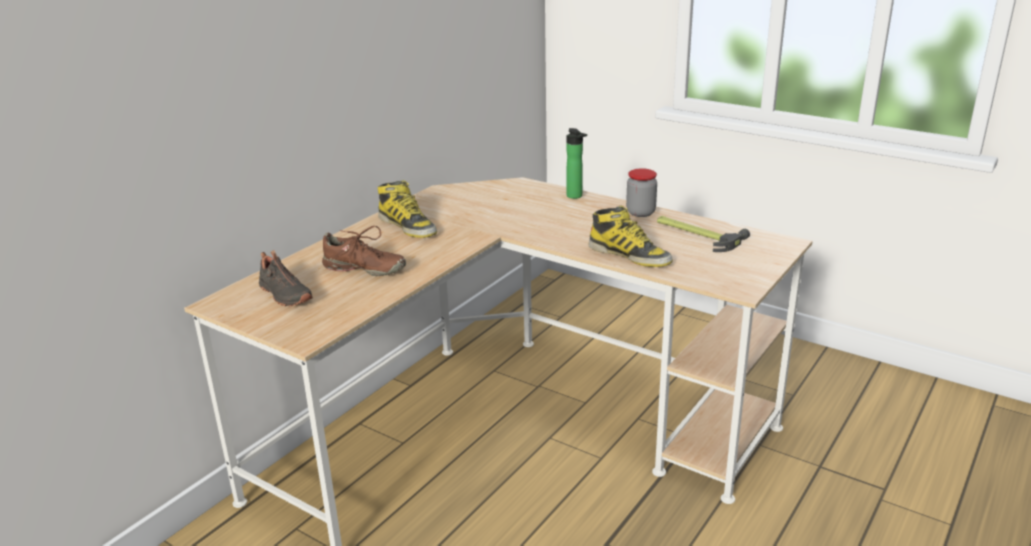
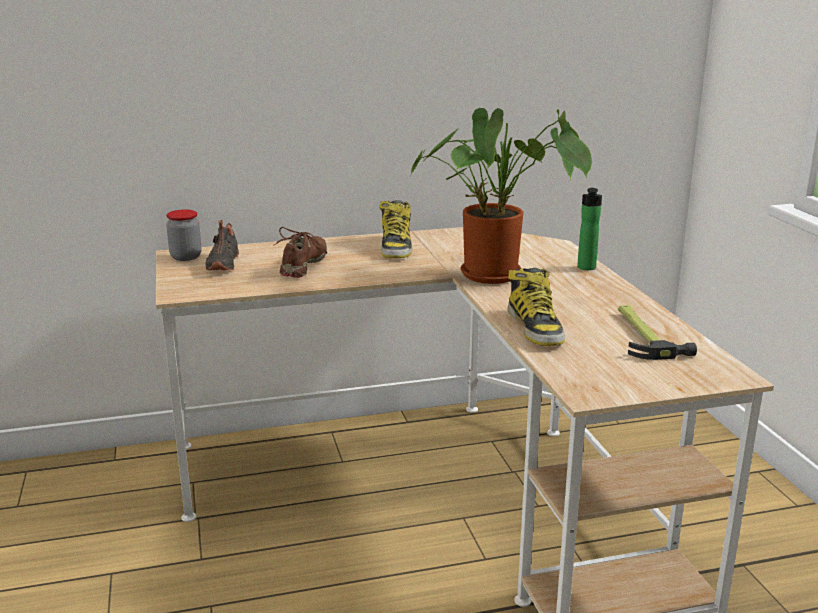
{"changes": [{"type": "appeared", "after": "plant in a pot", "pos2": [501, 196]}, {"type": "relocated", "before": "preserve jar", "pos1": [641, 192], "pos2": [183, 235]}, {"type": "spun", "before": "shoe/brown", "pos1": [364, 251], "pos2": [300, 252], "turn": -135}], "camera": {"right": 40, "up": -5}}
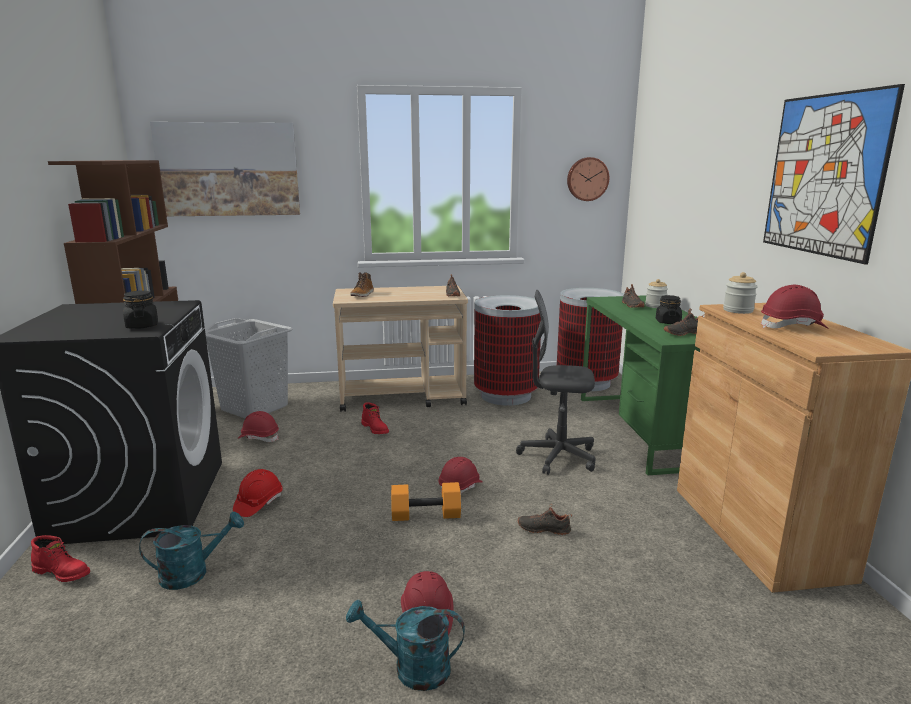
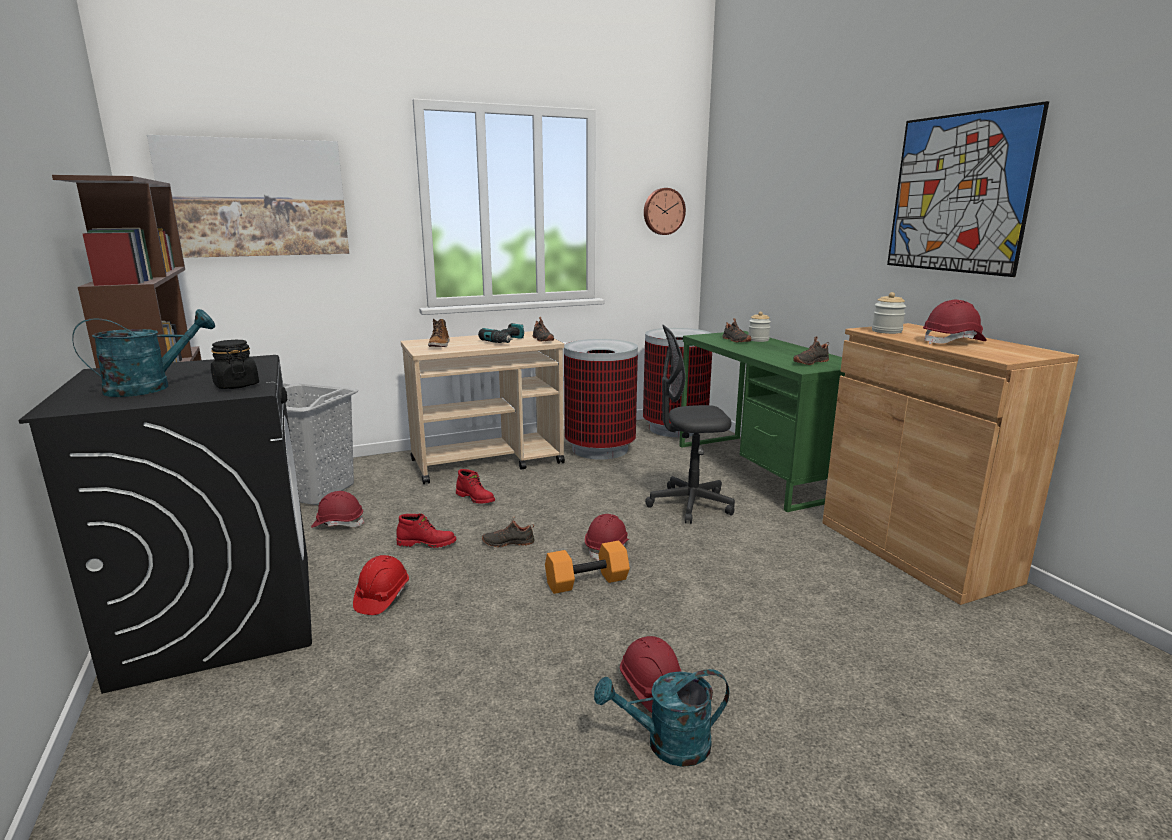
{"changes": [{"type": "missing", "before": "preserve jar/black", "pos1": [669, 309]}, {"type": "appeared", "after": "electric drill", "pos2": [501, 333]}, {"type": "relocated", "before": "high-top boot/red", "pos1": [60, 558], "pos2": [426, 531]}, {"type": "relocated", "before": "watering pot/turquoise-coloured", "pos1": [191, 551], "pos2": [143, 353]}, {"type": "relocated", "before": "shoe/black", "pos1": [545, 519], "pos2": [508, 532]}], "camera": {"right": -15, "up": 0}}
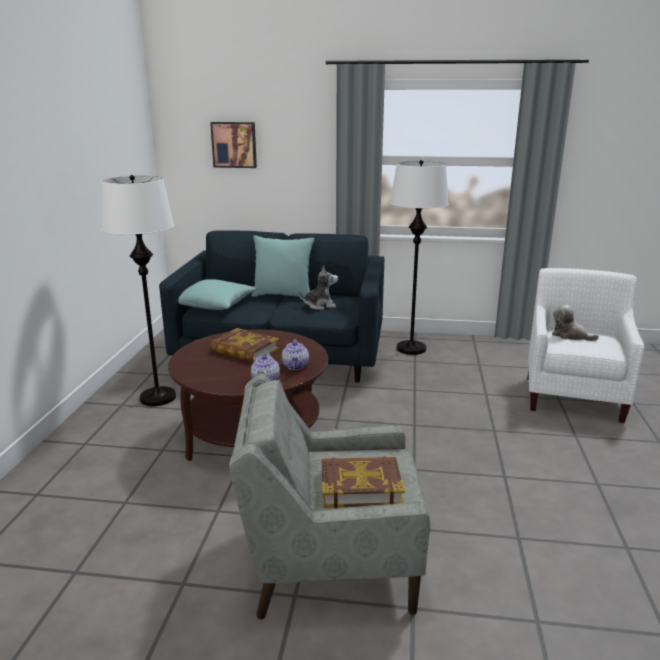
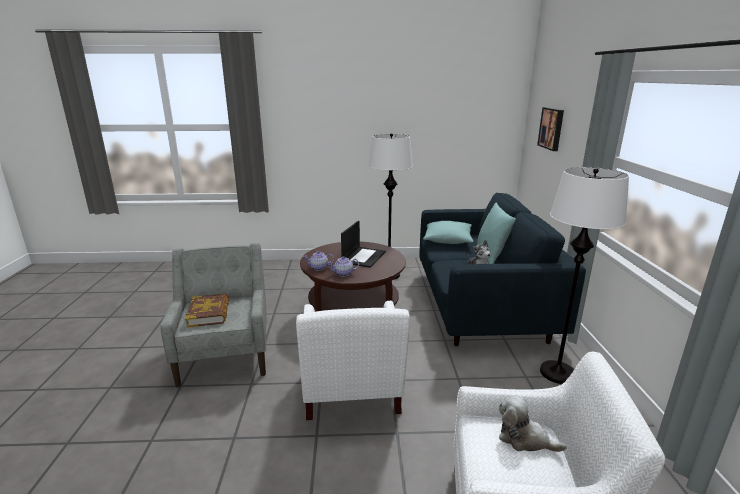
{"changes": [{"type": "appeared", "after": "easy chair/whitish", "pos2": [353, 360]}, {"type": "exchanged", "before": "book", "after": "portable computer", "pos1": [244, 345], "pos2": [363, 244]}, {"type": "spun", "before": "plush toy", "pos1": [575, 323], "pos2": [533, 423], "turn": -90}], "camera": {"right": 80, "up": 0}}
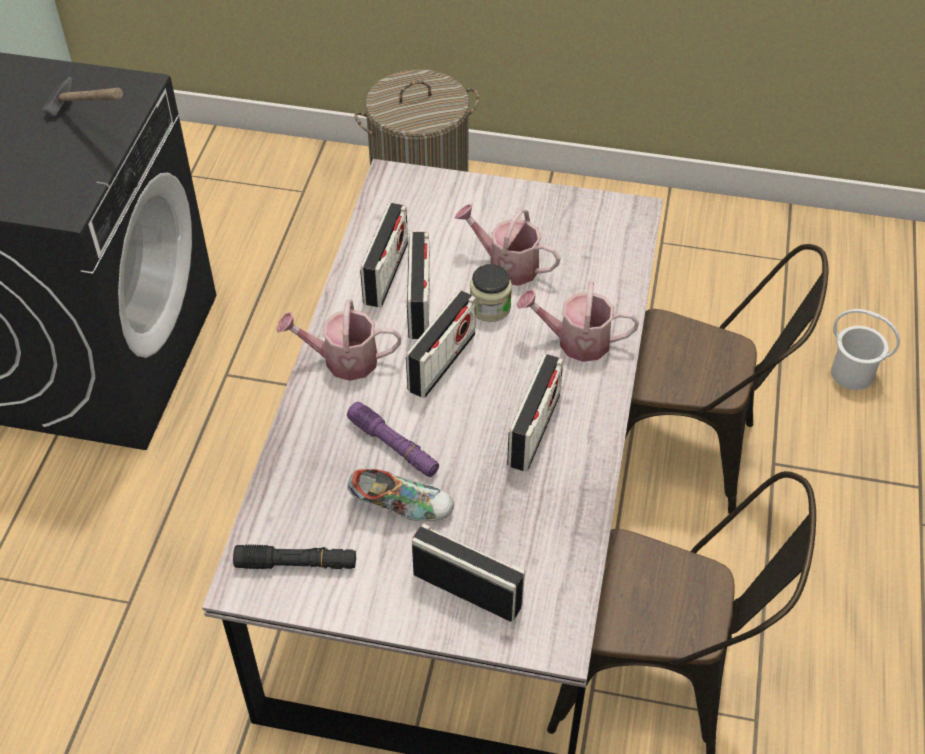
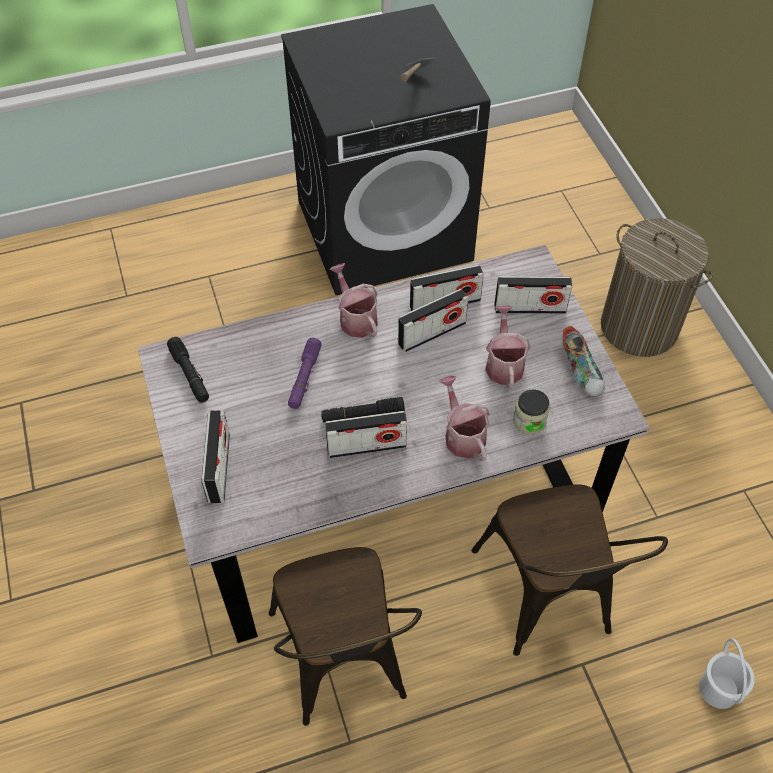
{"changes": [{"type": "appeared", "after": "hand torch/black", "pos2": [363, 410]}, {"type": "relocated", "before": "shoe", "pos1": [401, 494], "pos2": [583, 361]}, {"type": "relocated", "before": "radio set", "pos1": [441, 344], "pos2": [533, 295]}, {"type": "relocated", "before": "preserve jar", "pos1": [491, 293], "pos2": [531, 412]}], "camera": {"right": 60, "up": 5}}
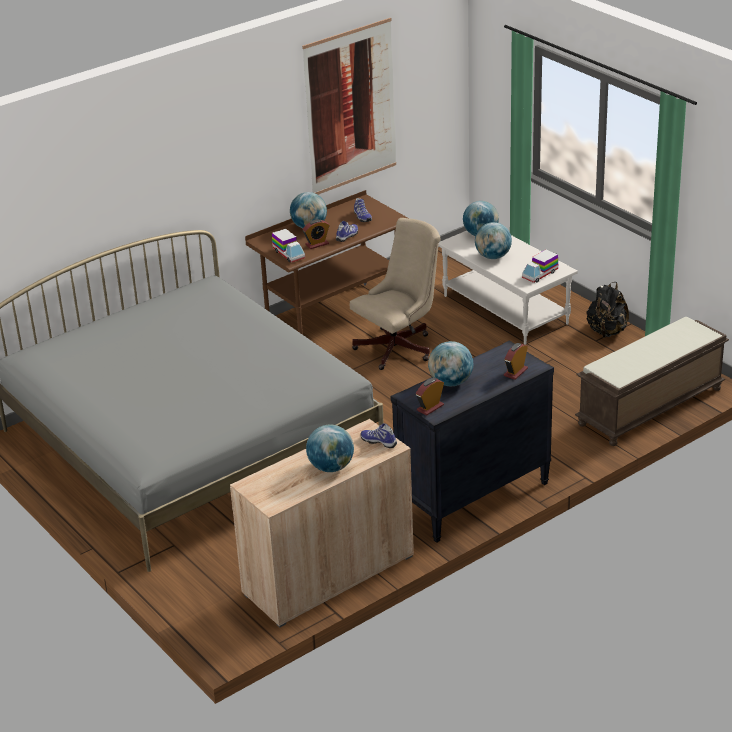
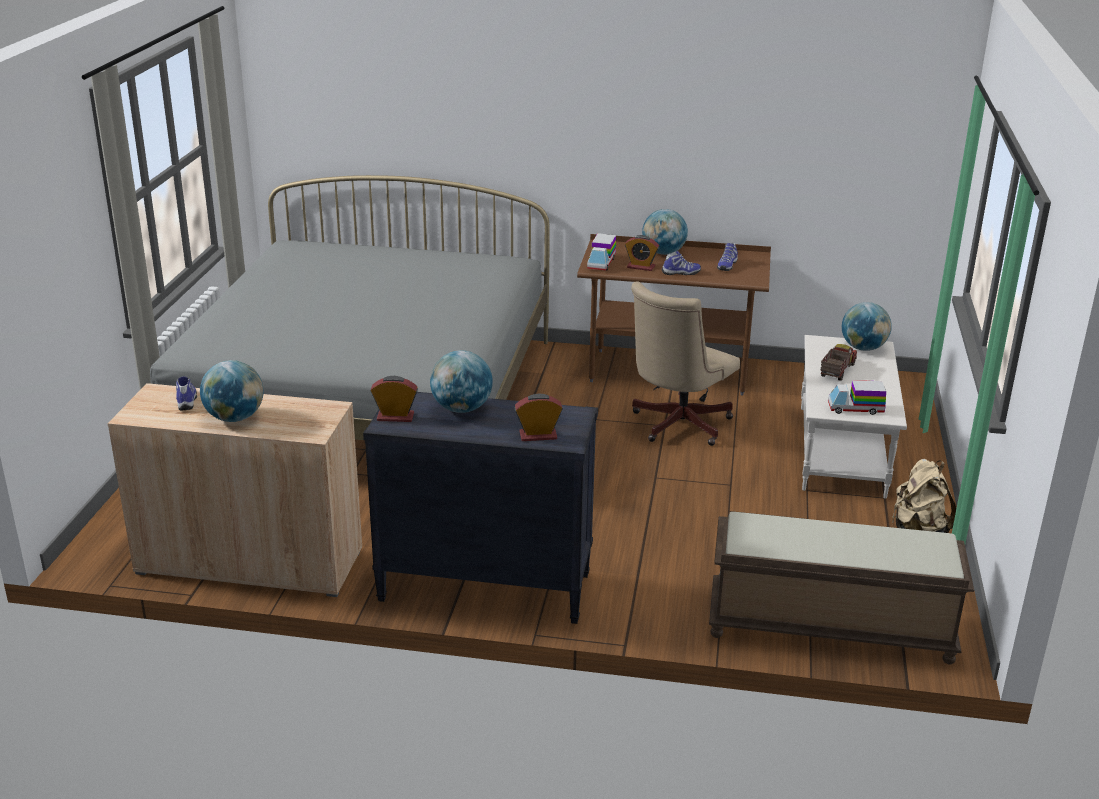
{"changes": [{"type": "missing", "before": "wall art", "pos1": [349, 106]}, {"type": "relocated", "before": "shoe", "pos1": [378, 435], "pos2": [186, 393]}, {"type": "exchanged", "before": "globe", "after": "toy lorry", "pos1": [493, 240], "pos2": [839, 362]}, {"type": "colour", "before": "knapsack/black", "after": "knapsack/sand-coloured", "pos1": [607, 310], "pos2": [924, 496]}, {"type": "spun", "before": "office chair/sand-coloured", "pos1": [395, 294], "pos2": [685, 363], "turn": 120}], "camera": {"right": 45, "up": -5}}
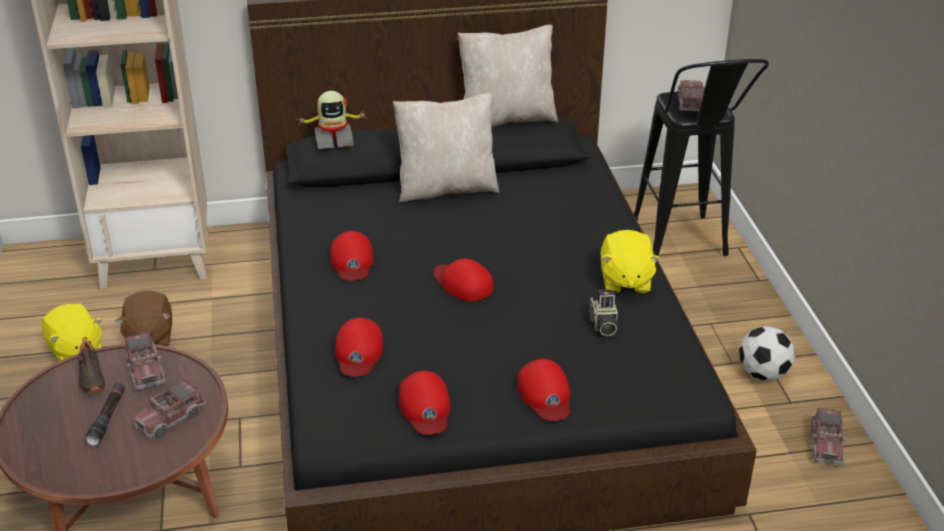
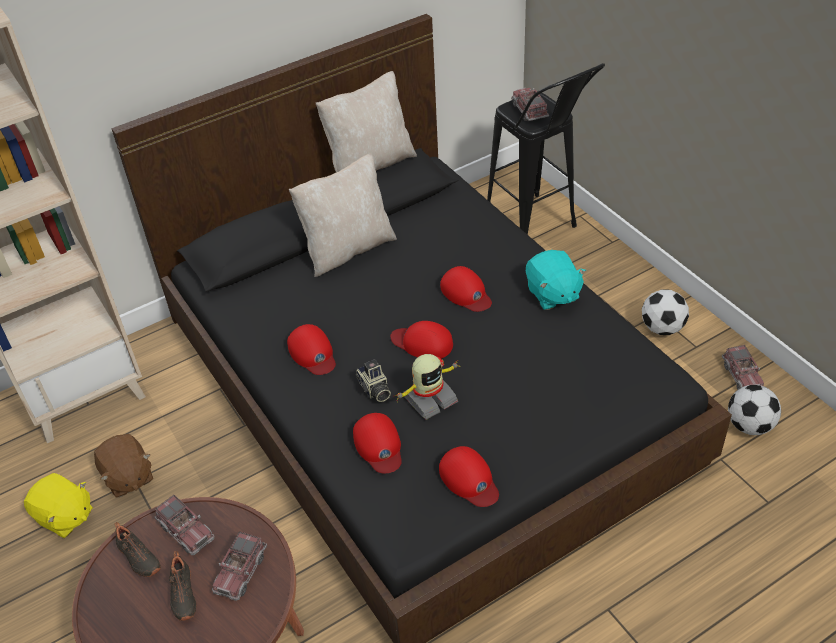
{"changes": [{"type": "appeared", "after": "ball for football", "pos2": [754, 410]}, {"type": "relocated", "before": "model robot", "pos1": [333, 120], "pos2": [427, 387]}, {"type": "relocated", "before": "cap/red", "pos1": [544, 390], "pos2": [466, 289]}, {"type": "relocated", "before": "photo camera", "pos1": [603, 312], "pos2": [373, 380]}, {"type": "exchanged", "before": "hand torch/black", "after": "shoe/black", "pos1": [105, 414], "pos2": [183, 586]}, {"type": "colour", "before": "plush toy/yellow", "after": "plush toy/turquoise-coloured", "pos1": [630, 261], "pos2": [556, 280]}], "camera": {"right": -20, "up": 10}}
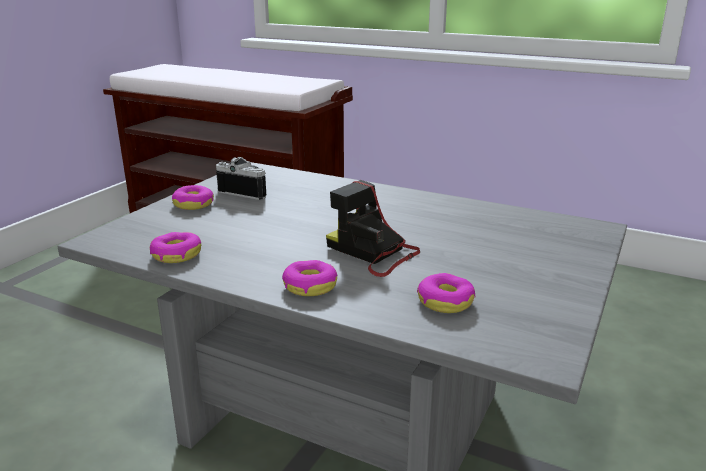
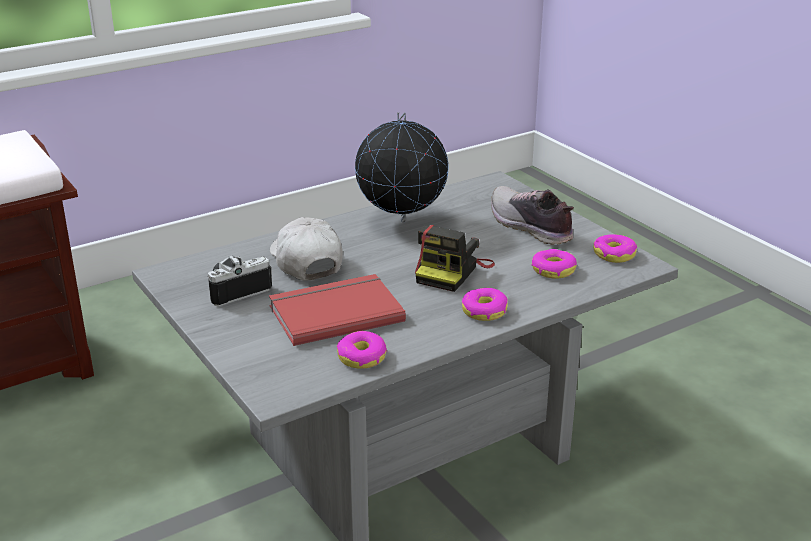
{"changes": [{"type": "appeared", "after": "book/red", "pos2": [337, 310]}, {"type": "appeared", "after": "cap/whitish", "pos2": [306, 248]}, {"type": "appeared", "after": "globe", "pos2": [402, 167]}, {"type": "appeared", "after": "shoe", "pos2": [532, 215]}, {"type": "relocated", "before": "ring doughnut", "pos1": [193, 197], "pos2": [615, 248]}, {"type": "spun", "before": "photo camera", "pos1": [373, 228], "pos2": [455, 258], "turn": -45}], "camera": {"right": -60, "up": 5}}
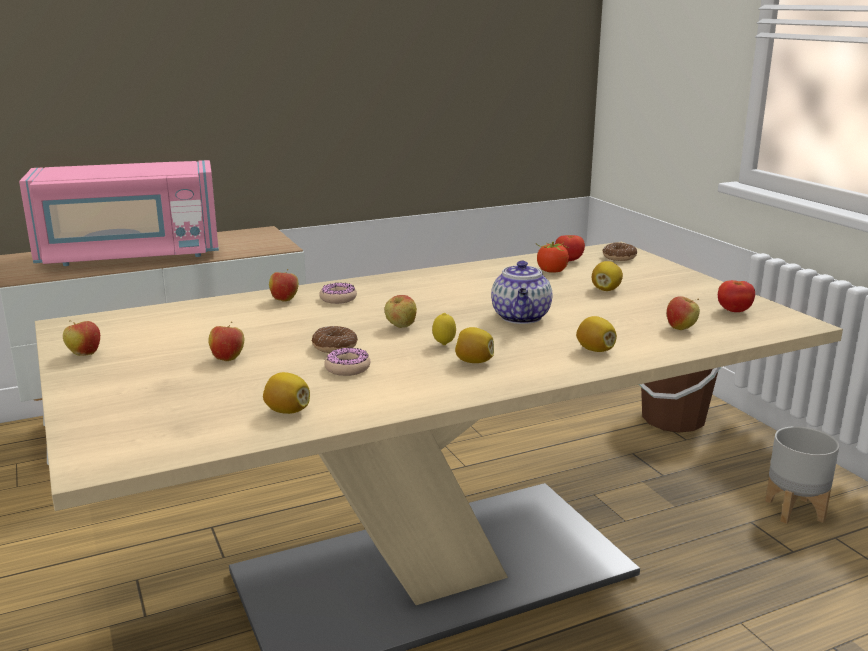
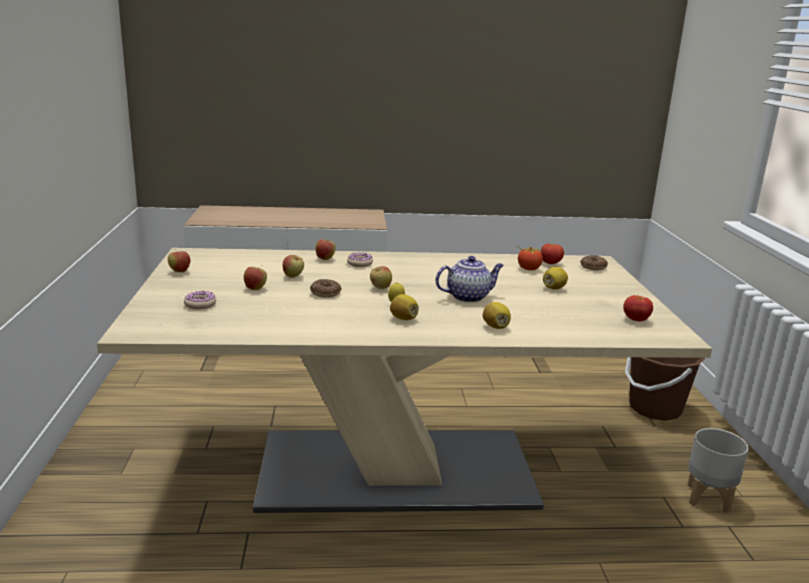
{"changes": [{"type": "missing", "before": "microwave/pinkish", "pos1": [119, 213]}, {"type": "missing", "before": "whole lemon", "pos1": [286, 393]}, {"type": "relocated", "before": "ring doughnut", "pos1": [347, 362], "pos2": [200, 300]}, {"type": "relocated", "before": "apple fruit", "pos1": [683, 313], "pos2": [293, 266]}, {"type": "spun", "before": "pot for tea", "pos1": [521, 292], "pos2": [469, 279], "turn": -135}], "camera": {"right": 20, "up": 0}}
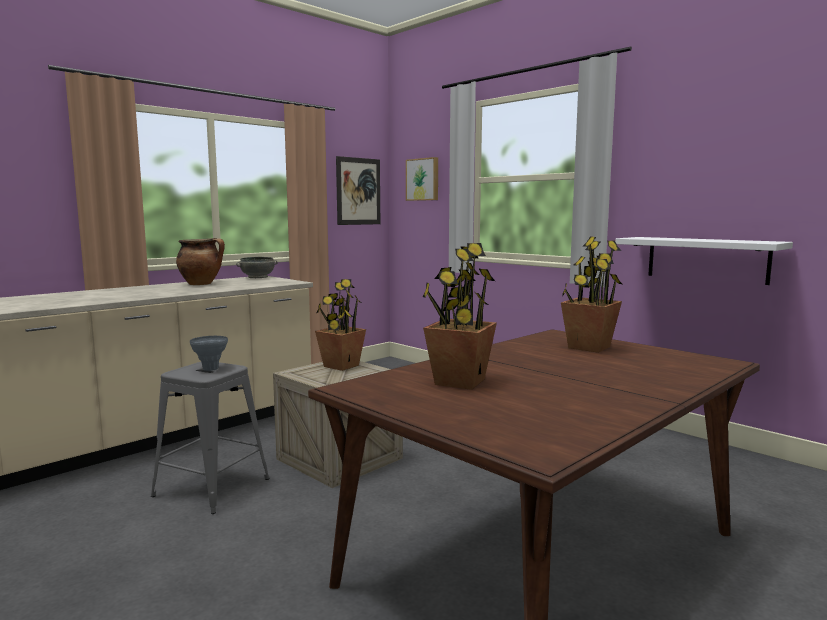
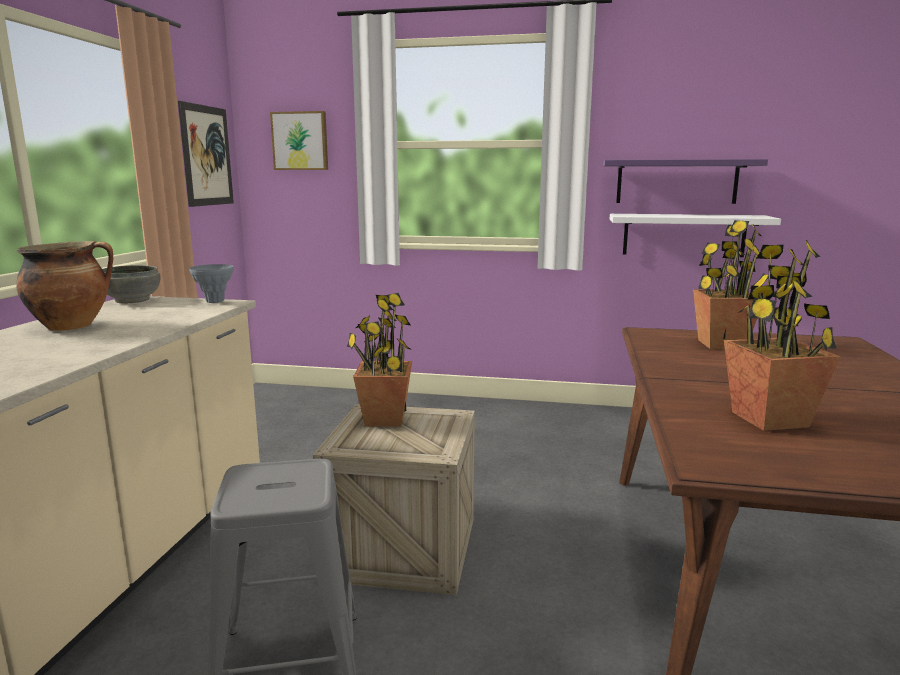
{"changes": [{"type": "appeared", "after": "shelf/purplish", "pos2": [685, 181]}, {"type": "relocated", "before": "flower vase/grey", "pos1": [209, 353], "pos2": [211, 283]}], "camera": {"right": -35, "up": 5}}
